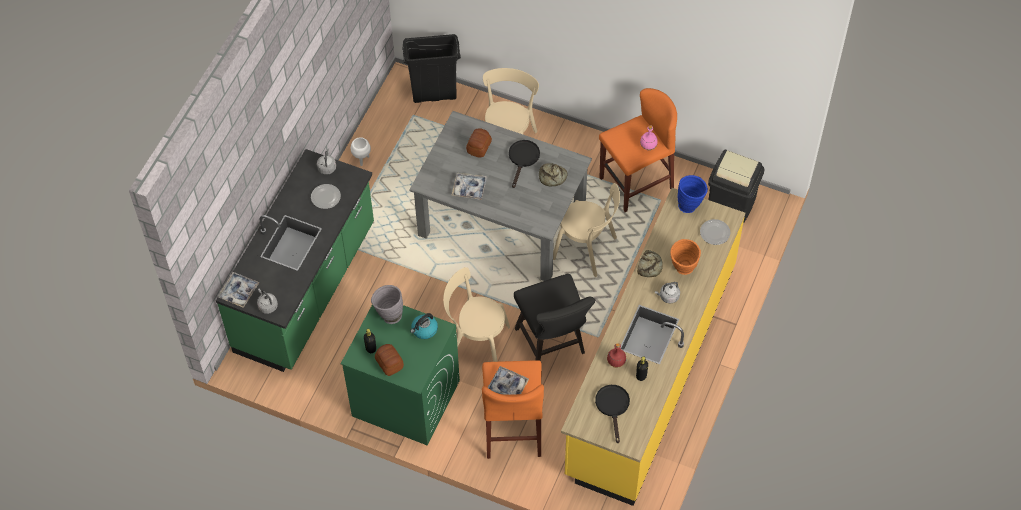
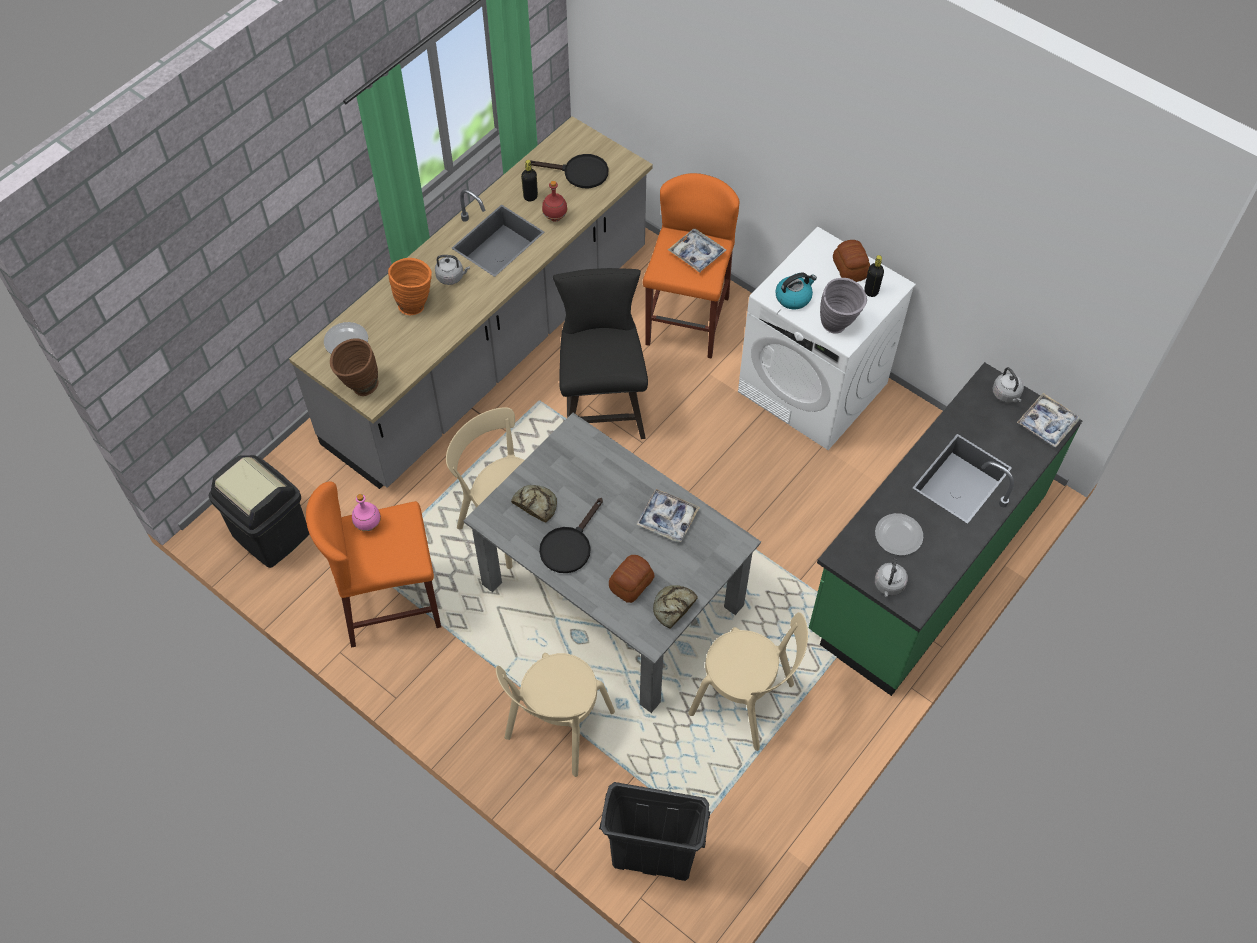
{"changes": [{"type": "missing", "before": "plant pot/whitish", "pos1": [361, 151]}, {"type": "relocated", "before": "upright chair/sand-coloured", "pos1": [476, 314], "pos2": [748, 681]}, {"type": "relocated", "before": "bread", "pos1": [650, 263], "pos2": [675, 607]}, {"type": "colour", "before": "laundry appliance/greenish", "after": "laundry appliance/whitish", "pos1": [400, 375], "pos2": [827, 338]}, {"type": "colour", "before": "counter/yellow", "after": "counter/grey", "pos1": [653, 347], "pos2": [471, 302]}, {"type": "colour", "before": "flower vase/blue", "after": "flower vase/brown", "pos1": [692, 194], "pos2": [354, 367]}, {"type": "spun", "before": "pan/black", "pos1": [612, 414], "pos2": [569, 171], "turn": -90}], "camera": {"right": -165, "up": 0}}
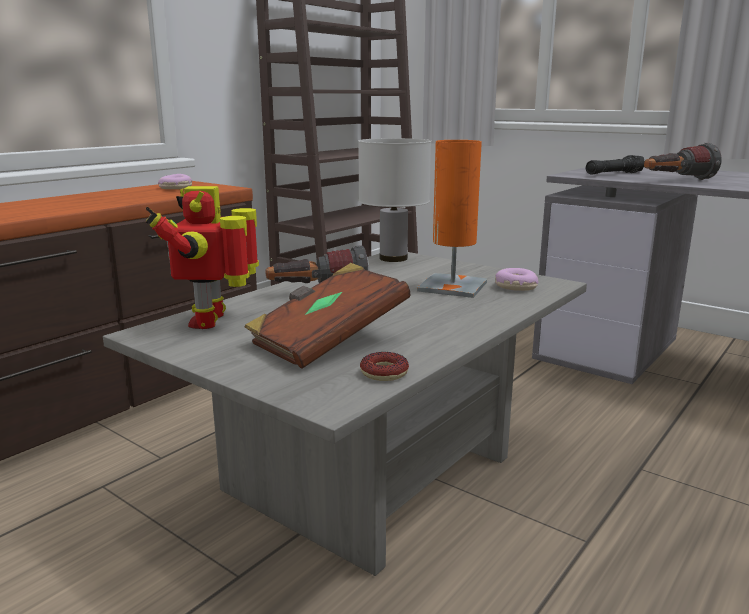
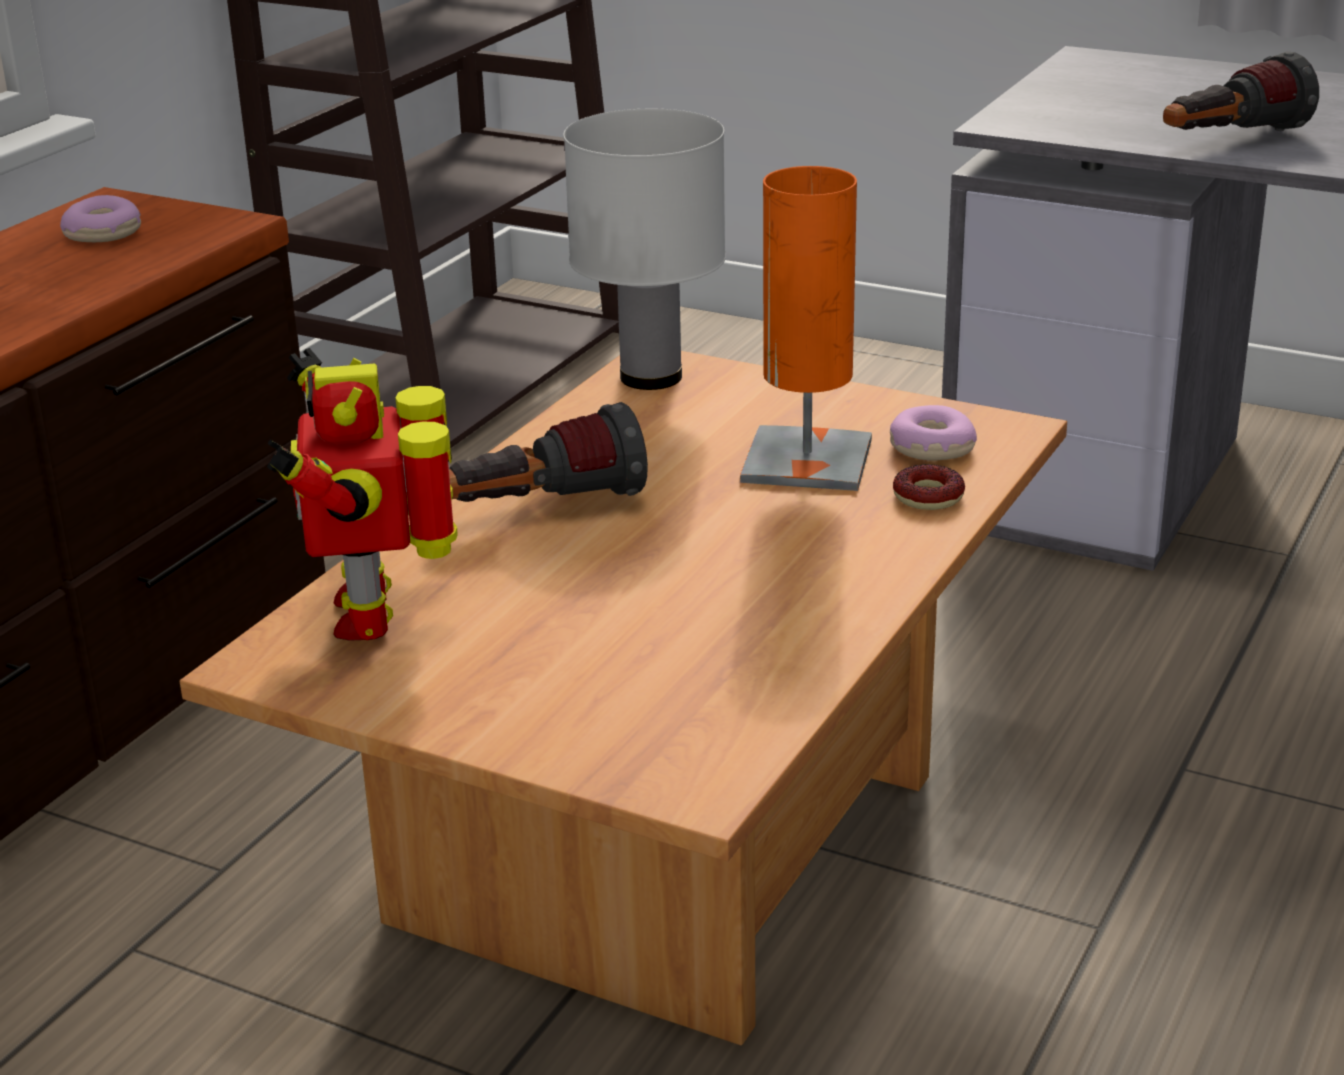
{"changes": [{"type": "missing", "before": "book/brown", "pos1": [328, 315]}, {"type": "missing", "before": "hand torch/black", "pos1": [615, 165]}, {"type": "relocated", "before": "ring doughnut", "pos1": [384, 366], "pos2": [929, 487]}, {"type": "colour", "before": "coffee table/grey", "after": "coffee table/brown", "pos1": [345, 414], "pos2": [623, 698]}], "camera": {"right": -10, "up": 10}}
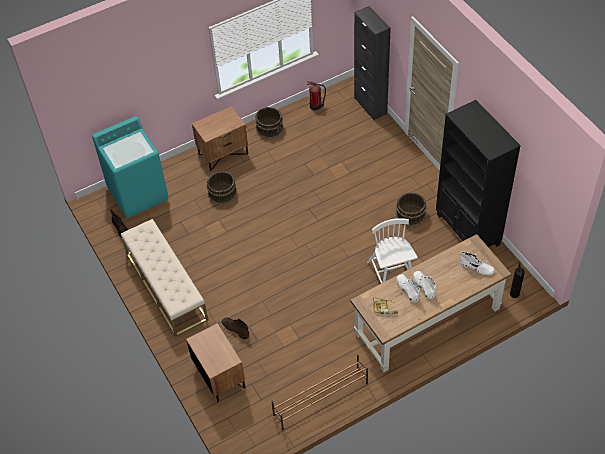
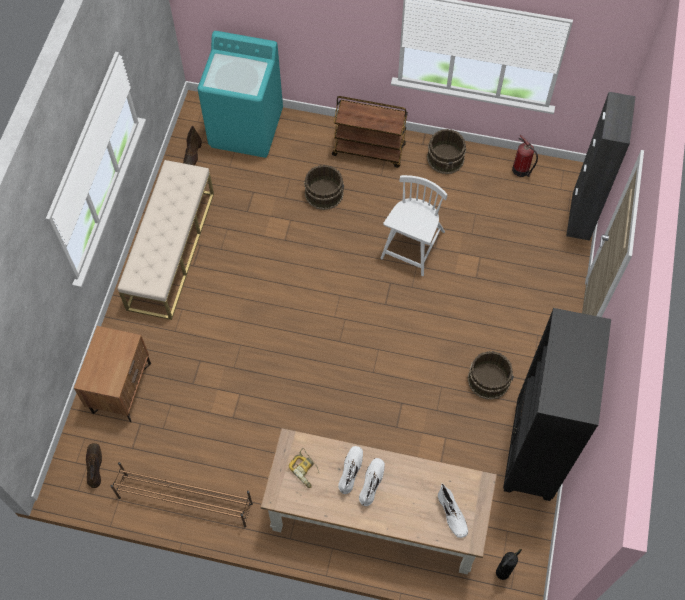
{"changes": [{"type": "relocated", "before": "high-top boot/brown", "pos1": [235, 328], "pos2": [94, 465]}, {"type": "relocated", "before": "upright chair/whitish", "pos1": [392, 250], "pos2": [414, 225]}, {"type": "exchanged", "before": "nightstand/brown", "after": "trolley/brown", "pos1": [220, 138], "pos2": [370, 132]}], "camera": {"right": 40, "up": 10}}
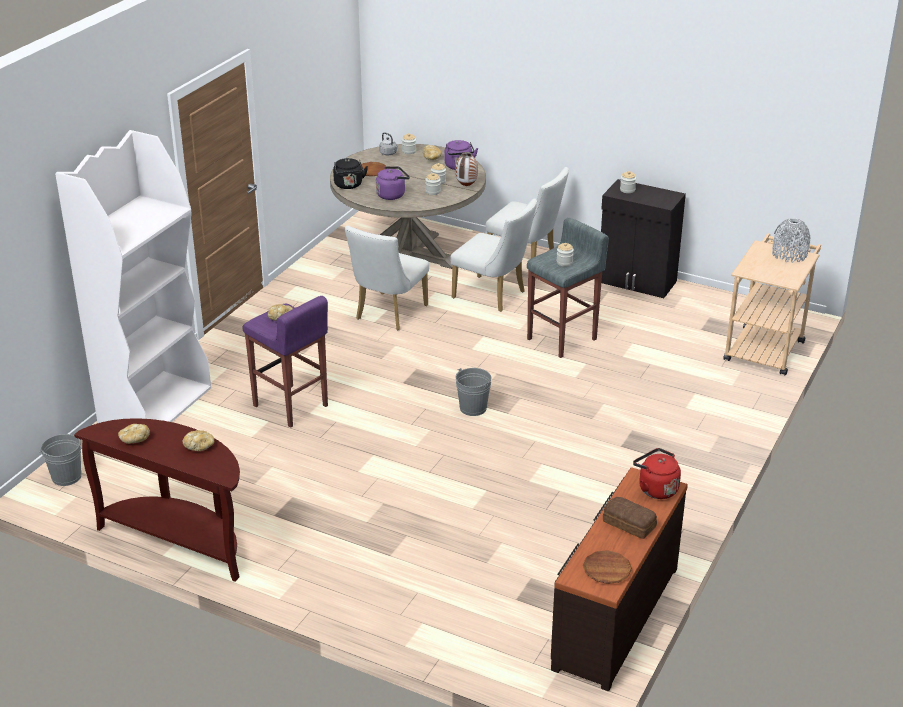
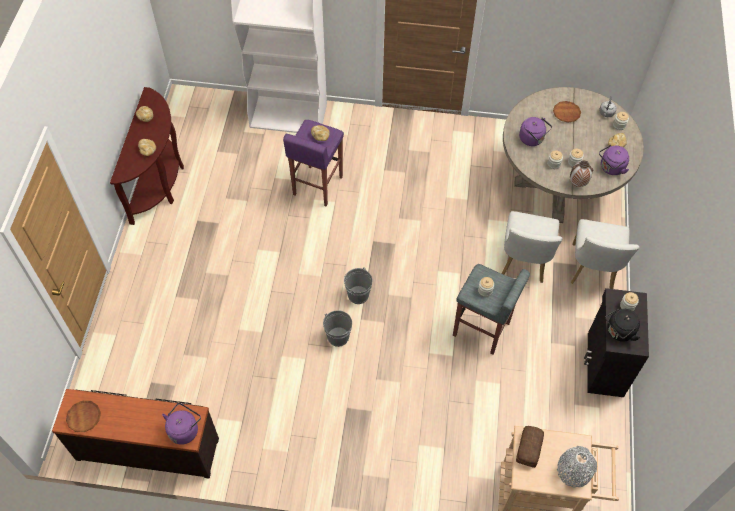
{"changes": [{"type": "missing", "before": "upright chair/whitish", "pos1": [387, 278]}, {"type": "relocated", "before": "pail/grey", "pos1": [60, 460], "pos2": [337, 328]}, {"type": "relocated", "before": "kettle/black", "pos1": [350, 173], "pos2": [622, 325]}, {"type": "relocated", "before": "bread", "pos1": [630, 518], "pos2": [530, 447]}, {"type": "colour", "before": "kettle/red", "after": "kettle/purplish", "pos1": [657, 473], "pos2": [181, 424]}], "camera": {"right": 70, "up": 25}}
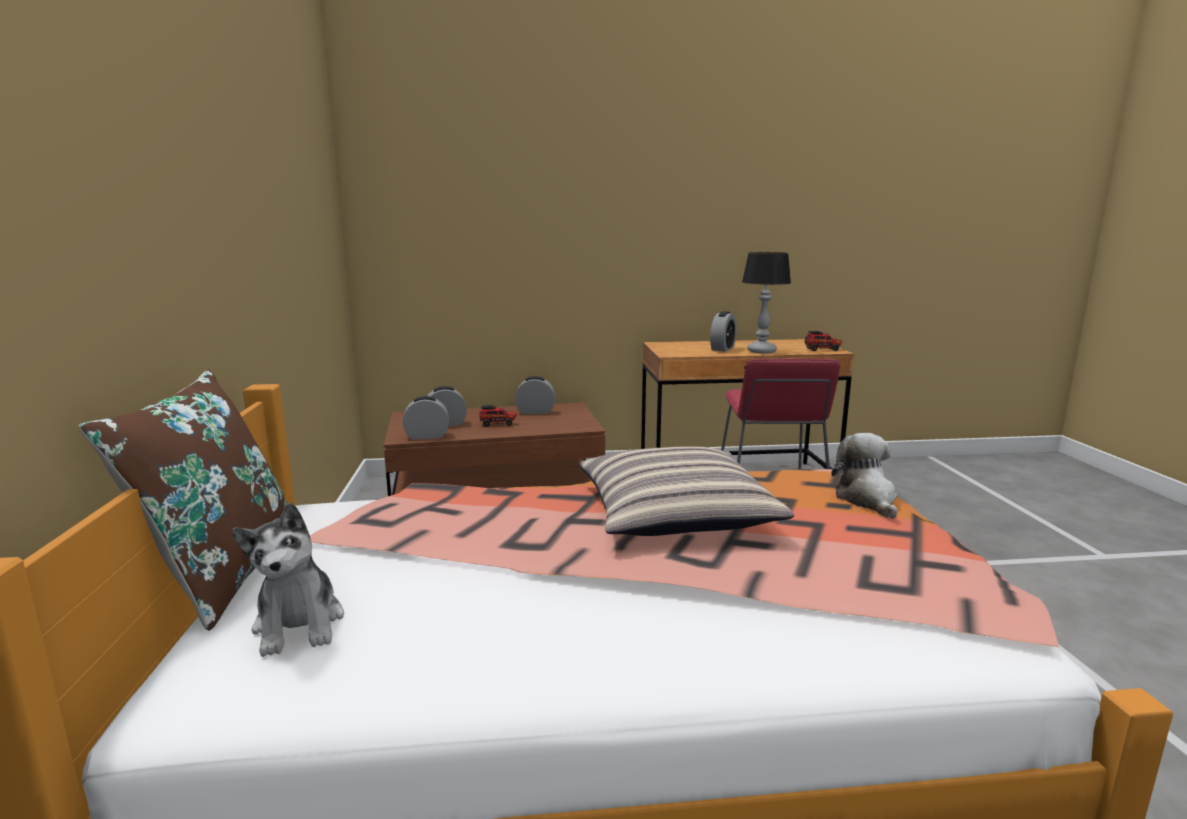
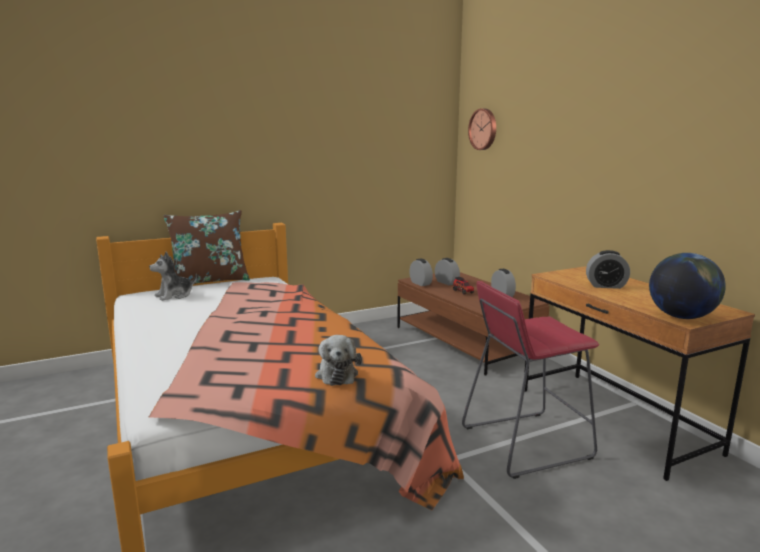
{"changes": [{"type": "missing", "before": "throw pillow", "pos1": [686, 491]}, {"type": "missing", "before": "lamp for a table", "pos1": [766, 303]}, {"type": "appeared", "after": "clock on the wall", "pos2": [482, 129]}, {"type": "exchanged", "before": "toy lorry", "after": "globe", "pos1": [823, 341], "pos2": [687, 286]}, {"type": "spun", "before": "plush toy", "pos1": [864, 476], "pos2": [338, 360], "turn": 105}], "camera": {"right": 70, "up": 0}}
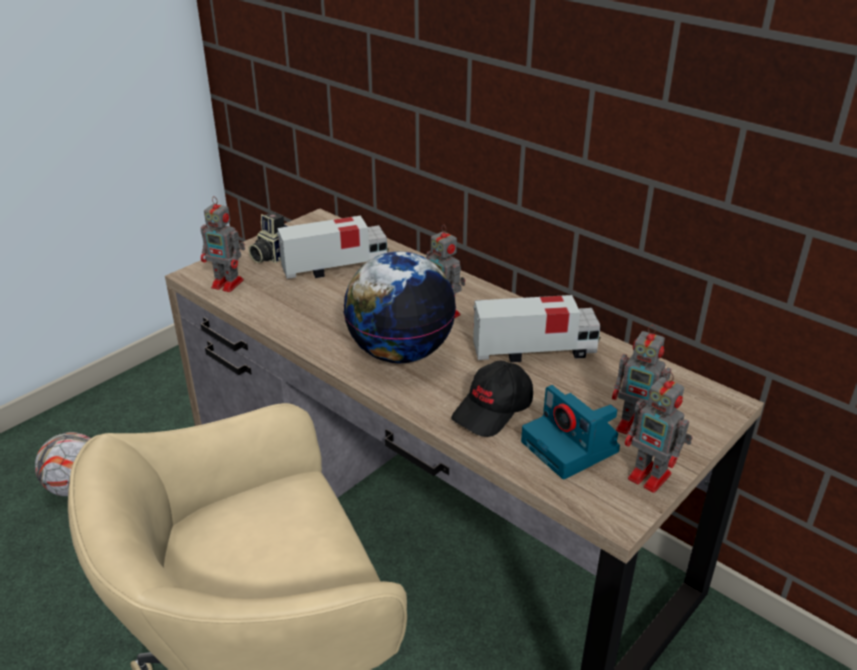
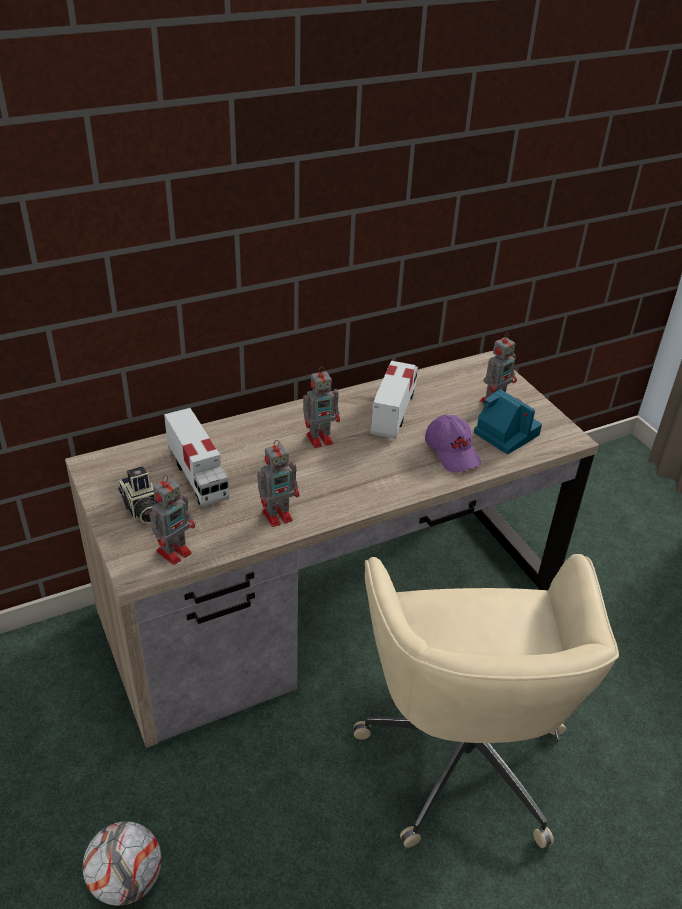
{"changes": [{"type": "missing", "before": "globe", "pos1": [399, 307]}, {"type": "relocated", "before": "model robot", "pos1": [659, 432], "pos2": [278, 483]}, {"type": "colour", "before": "cap/black", "after": "cap/purplish", "pos1": [492, 399], "pos2": [453, 444]}, {"type": "spun", "before": "toy lorry", "pos1": [333, 247], "pos2": [196, 457], "turn": 150}, {"type": "spun", "before": "photo camera", "pos1": [570, 432], "pos2": [508, 421], "turn": -120}], "camera": {"right": -70, "up": 5}}
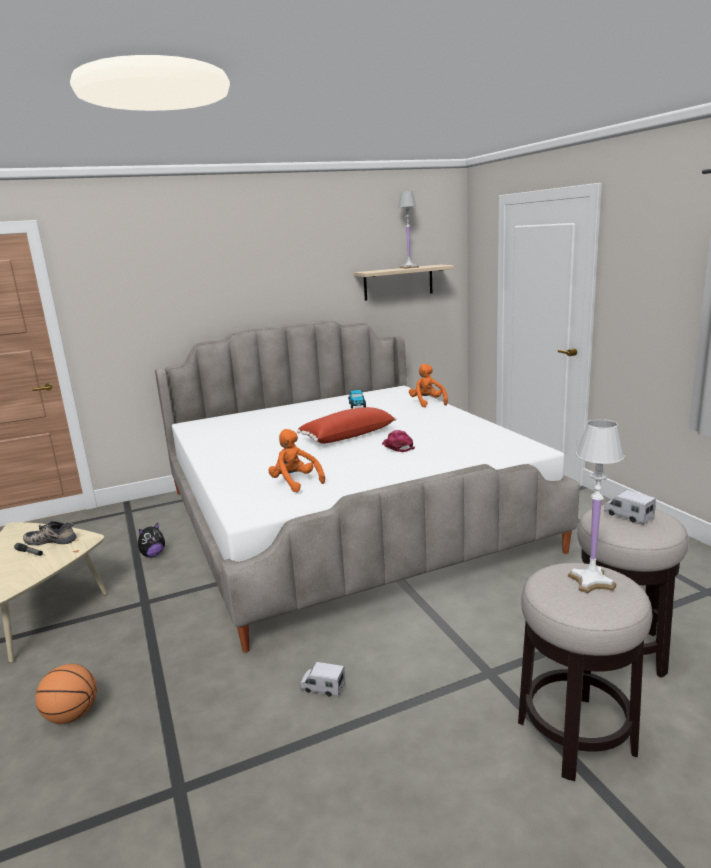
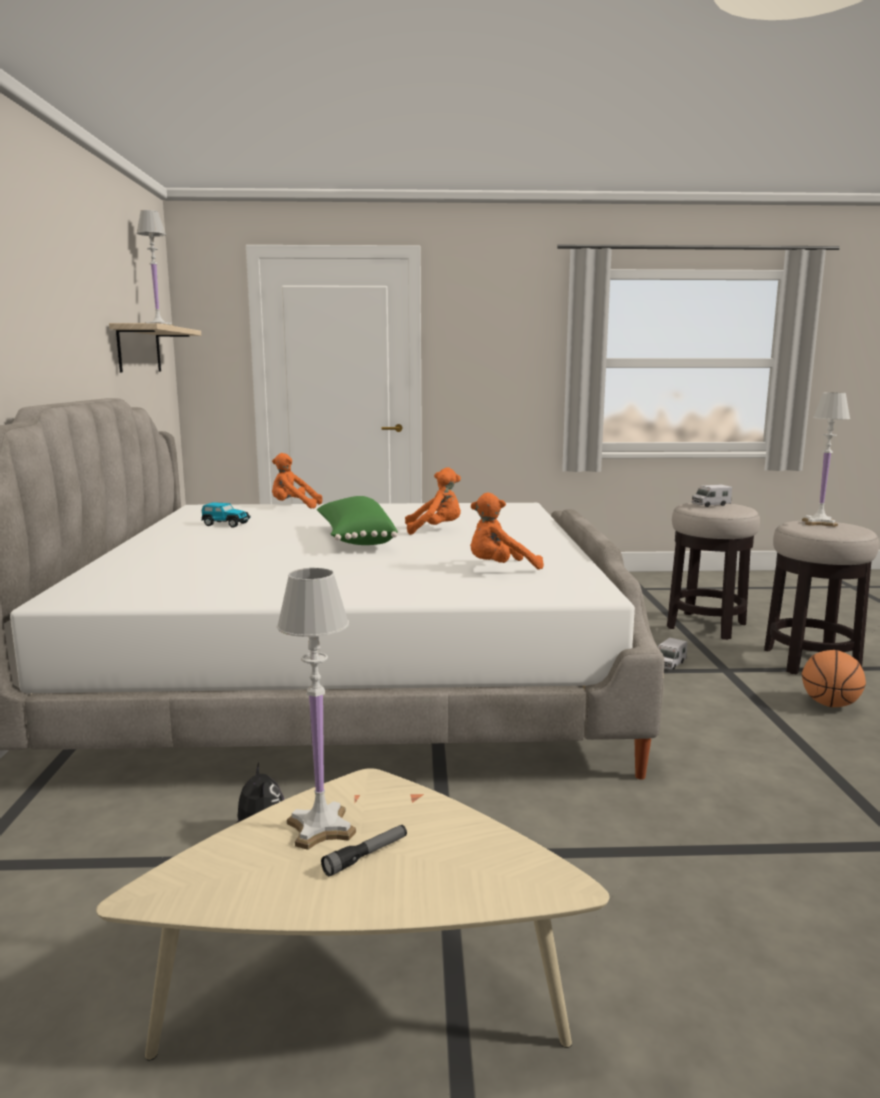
{"changes": [{"type": "relocated", "before": "basketball ball", "pos1": [66, 694], "pos2": [834, 678]}, {"type": "relocated", "before": "toy lorry", "pos1": [322, 679], "pos2": [672, 654]}, {"type": "exchanged", "before": "shoe", "after": "lamp for a table/whitish", "pos1": [49, 533], "pos2": [316, 709]}, {"type": "exchanged", "before": "cap/pinkish", "after": "plush toy/orangey", "pos1": [398, 441], "pos2": [433, 501]}, {"type": "colour", "before": "throw pillow/red", "after": "throw pillow/greenish", "pos1": [347, 425], "pos2": [357, 520]}], "camera": {"right": -70, "up": -5}}
